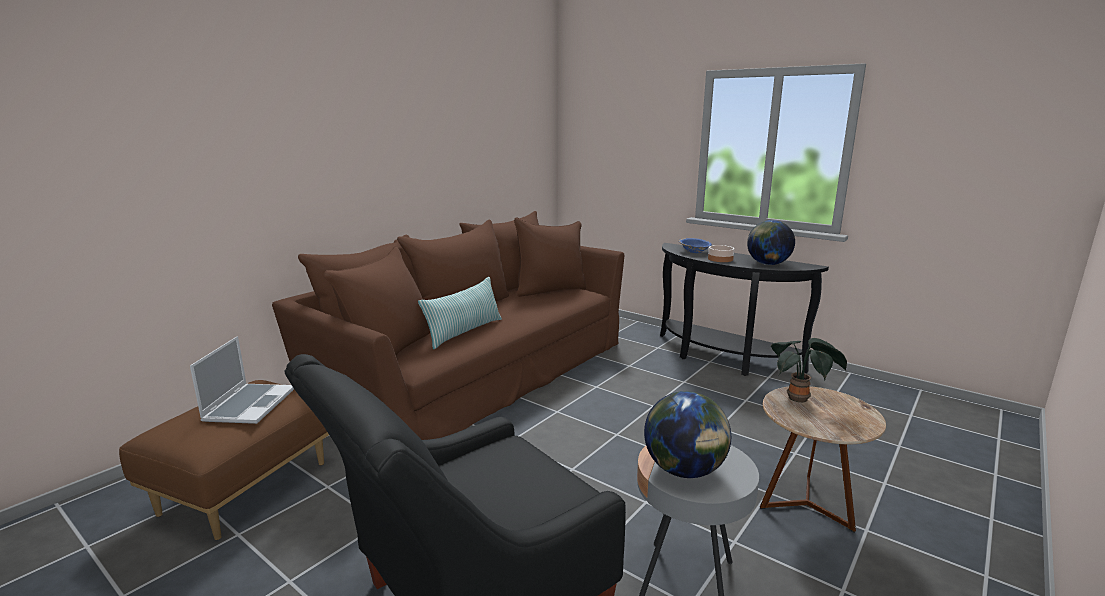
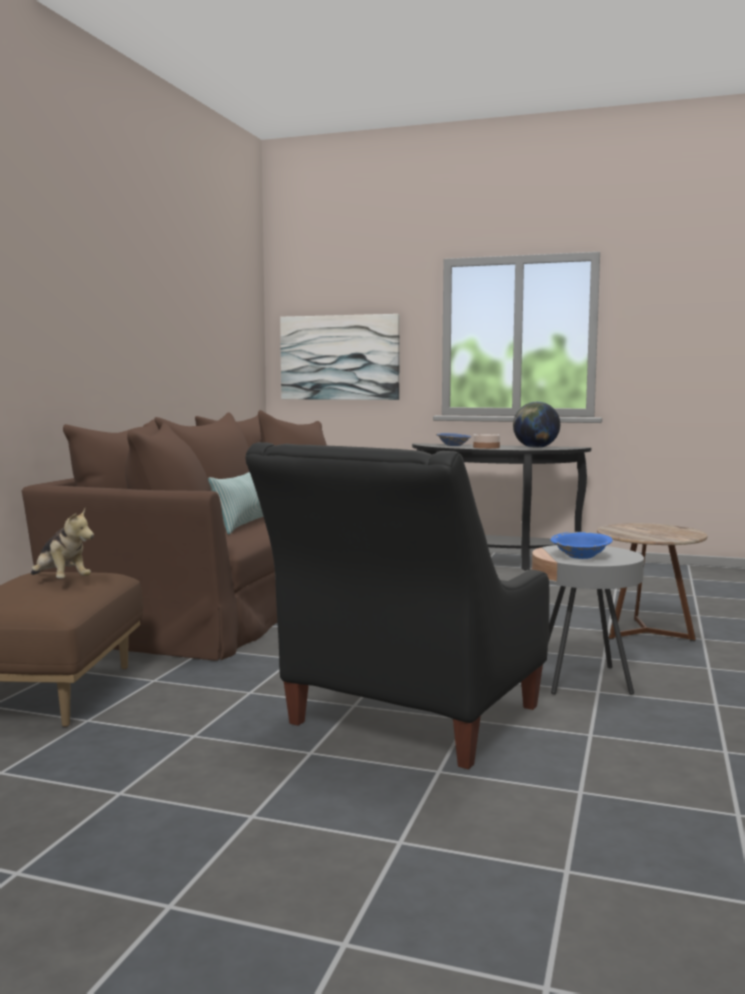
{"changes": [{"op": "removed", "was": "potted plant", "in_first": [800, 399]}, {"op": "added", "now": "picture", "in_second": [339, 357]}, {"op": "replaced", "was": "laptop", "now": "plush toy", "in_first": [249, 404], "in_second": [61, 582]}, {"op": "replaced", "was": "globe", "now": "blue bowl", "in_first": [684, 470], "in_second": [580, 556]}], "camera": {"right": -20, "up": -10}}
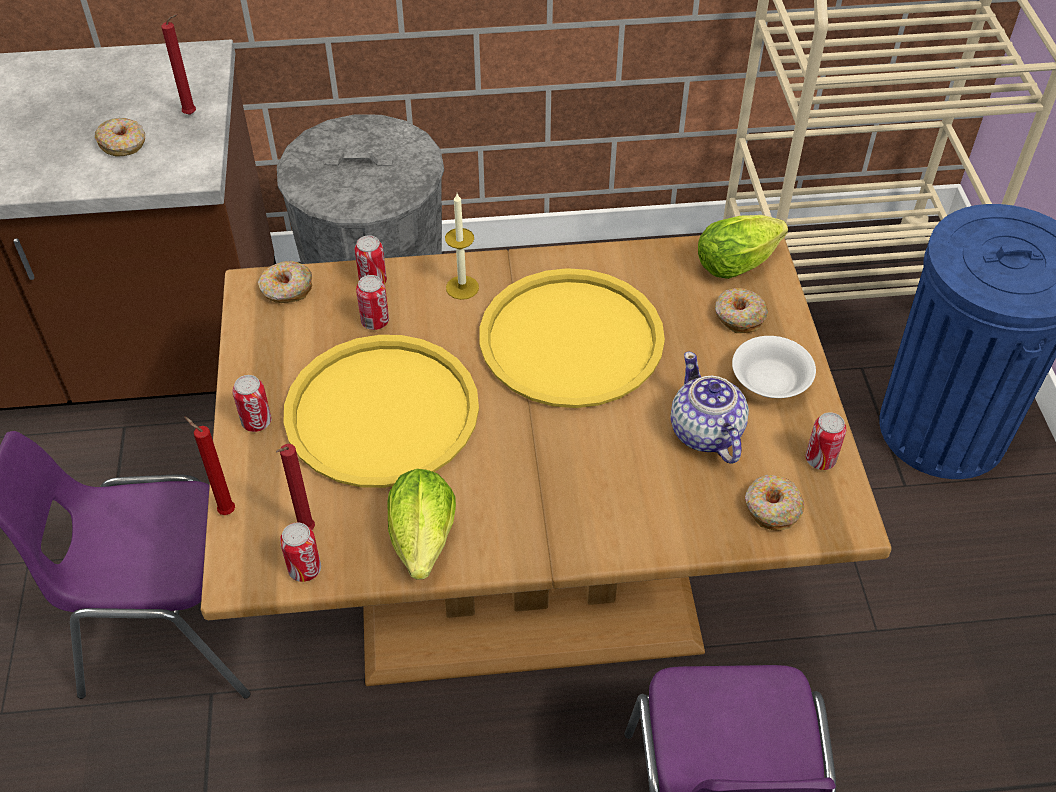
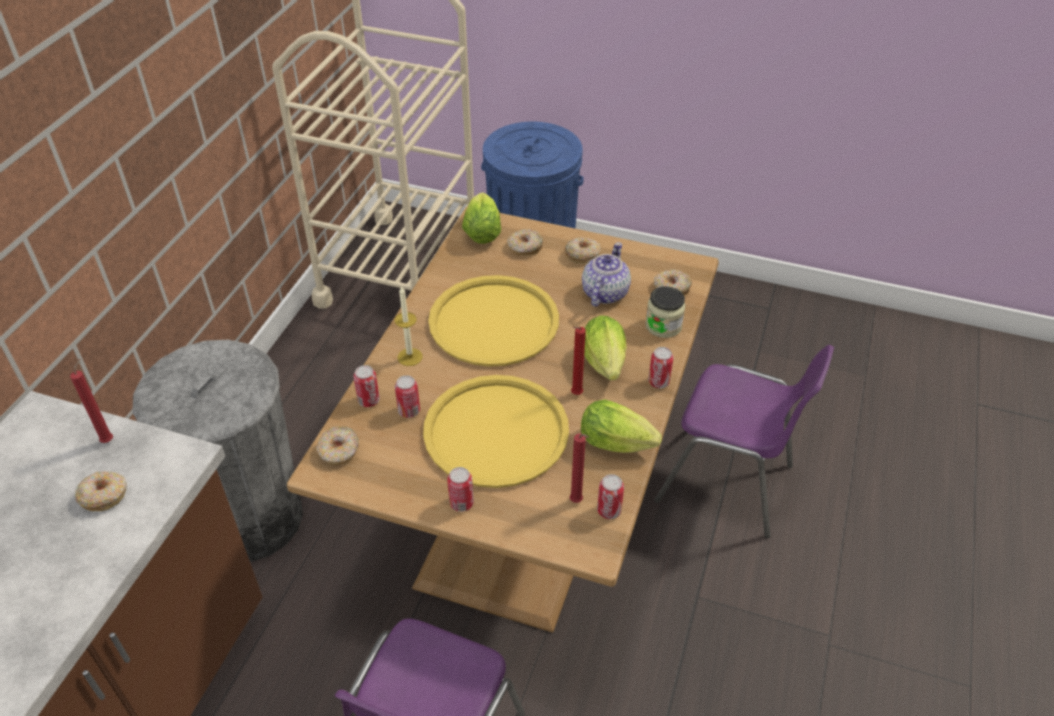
{"changes": [{"op": "added", "now": "lettuce", "in_second": [605, 366]}, {"op": "added", "now": "jar", "in_second": [663, 326]}, {"op": "moved", "was": "red candle", "in_first": [225, 510], "in_second": [575, 395]}, {"op": "moved", "was": "can", "in_first": [820, 459], "in_second": [658, 382]}, {"op": "replaced", "was": "white bowl", "now": "donut", "in_first": [770, 382], "in_second": [582, 255]}, {"op": "turned", "was": "teapot", "in_first": [705, 433], "in_second": [604, 293], "clockwise": 105}], "camera": {"right": -65, "up": -5}}
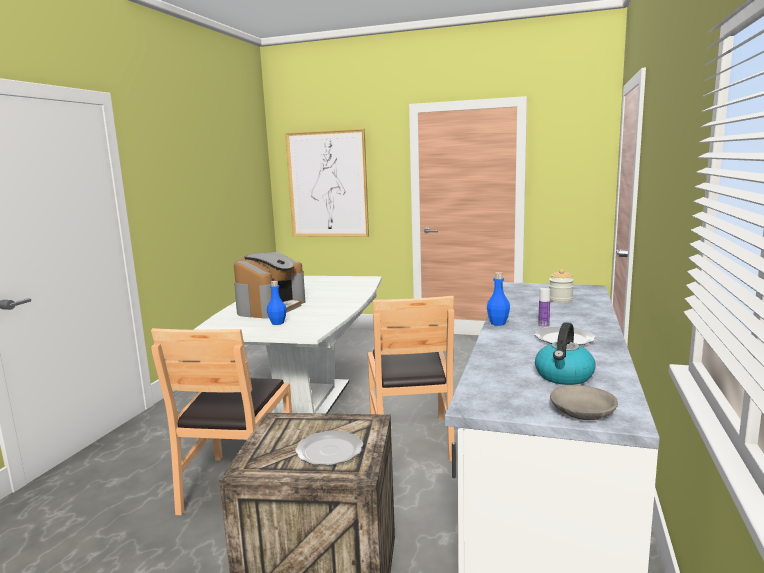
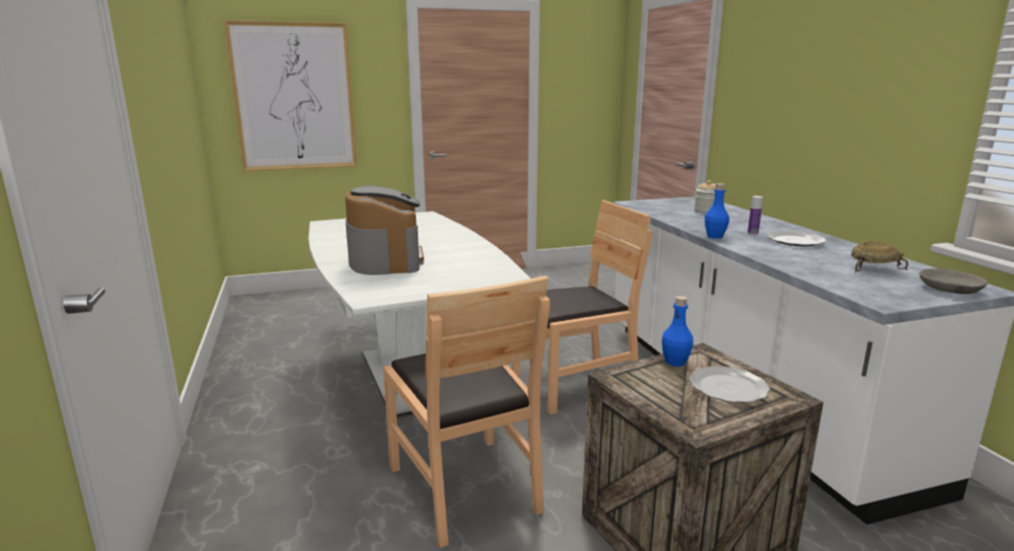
{"changes": [{"op": "moved", "was": "blue bottle", "in_first": [277, 323], "in_second": [675, 362]}, {"op": "replaced", "was": "kettle", "now": "beige bowl", "in_first": [564, 376], "in_second": [872, 268]}, {"op": "turned", "was": "brown chair", "in_first": [411, 439], "in_second": [574, 383], "clockwise": -75}], "camera": {"right": -35, "up": 5}}
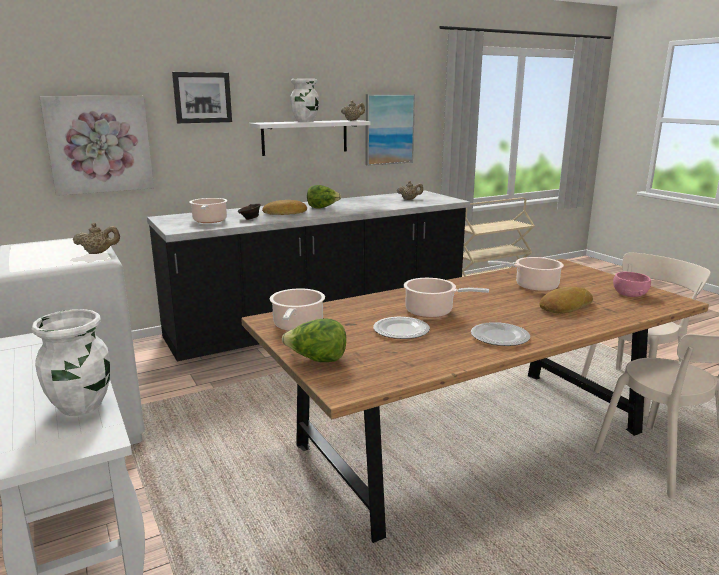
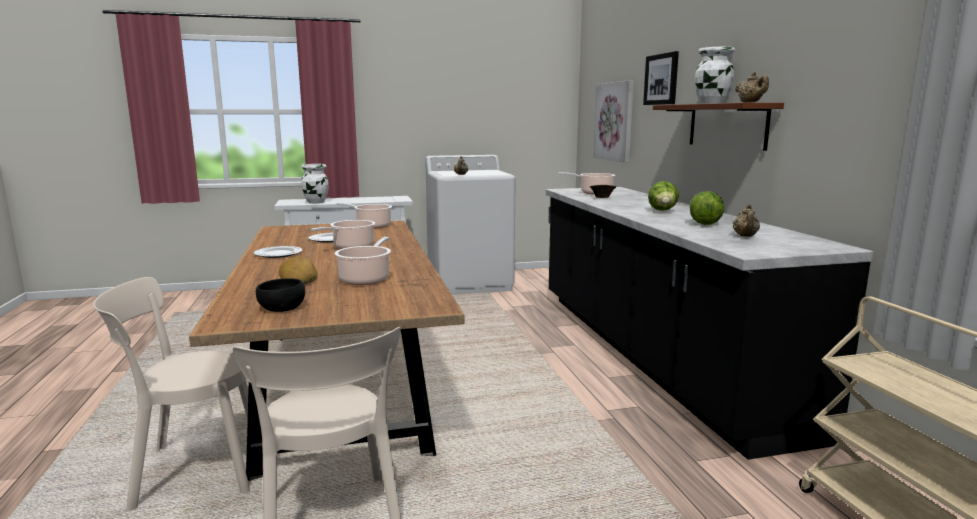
{"changes": [{"op": "removed", "was": "bread", "in_first": [285, 213]}, {"op": "removed", "was": "picture", "in_first": [389, 129]}, {"op": "moved", "was": "lettuce", "in_first": [317, 360], "in_second": [705, 223]}, {"op": "recoloured", "was": "white shelf", "now": "brown shelf", "in_first": [305, 137], "in_second": [727, 125]}, {"op": "recoloured", "was": "pink bowl", "now": "black bowl", "in_first": [629, 294], "in_second": [282, 308]}], "camera": {"right": 105, "up": -5}}
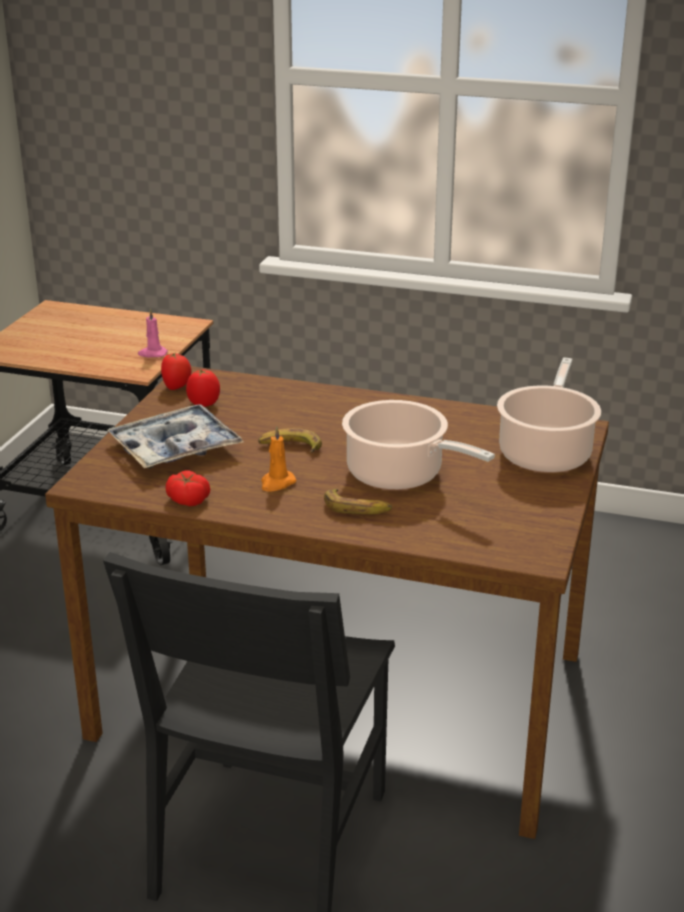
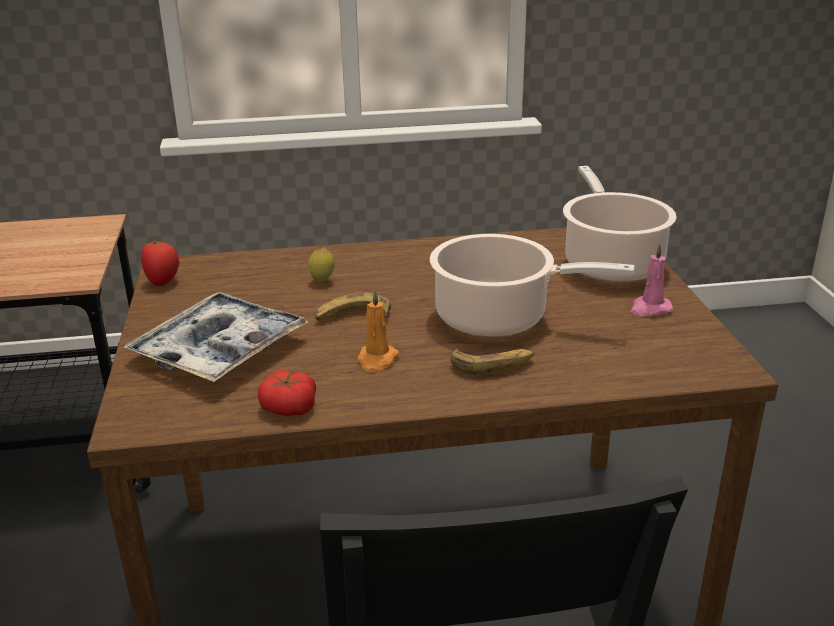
{"changes": [{"op": "removed", "was": "tomato", "in_first": [203, 404]}, {"op": "added", "now": "lemon", "in_second": [322, 281]}, {"op": "moved", "was": "pink candle", "in_first": [152, 354], "in_second": [650, 309]}], "camera": {"right": -25, "up": 0}}
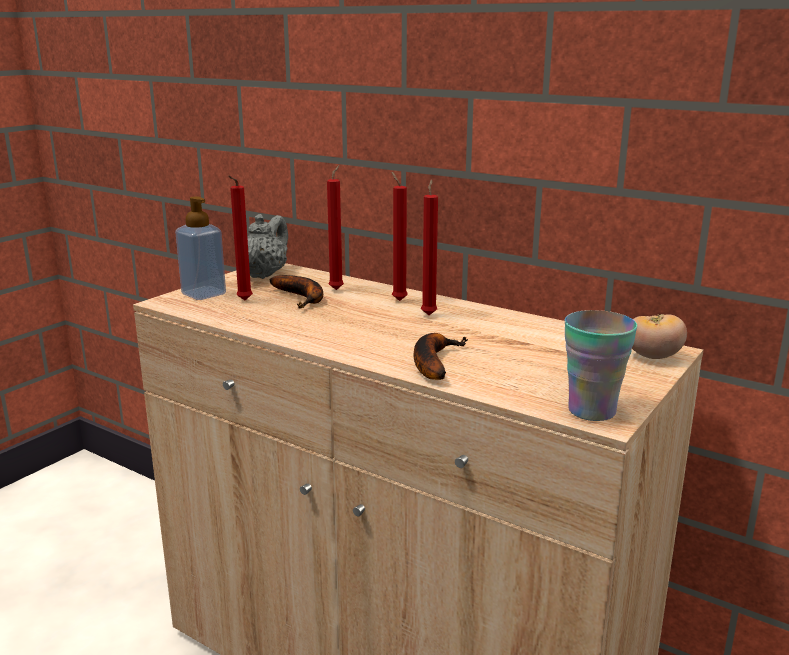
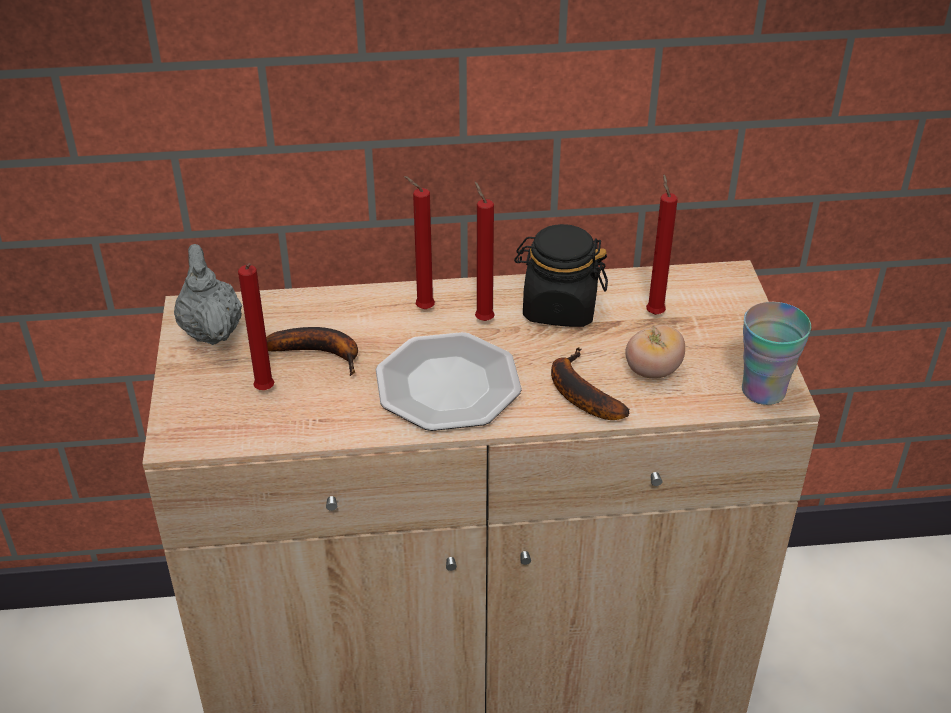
{"changes": [{"op": "removed", "was": "soap dispenser", "in_first": [203, 294]}, {"op": "added", "now": "plate", "in_second": [448, 384]}, {"op": "added", "now": "black jar", "in_second": [559, 308]}, {"op": "moved", "was": "red candle", "in_first": [337, 289], "in_second": [654, 312]}, {"op": "moved", "was": "tomato", "in_first": [653, 357], "in_second": [652, 371]}], "camera": {"right": -40, "up": 20}}
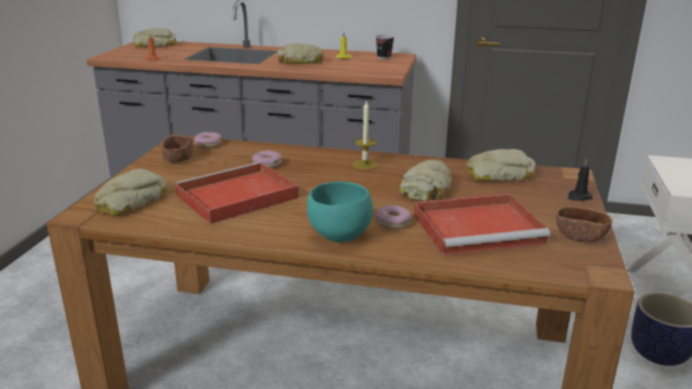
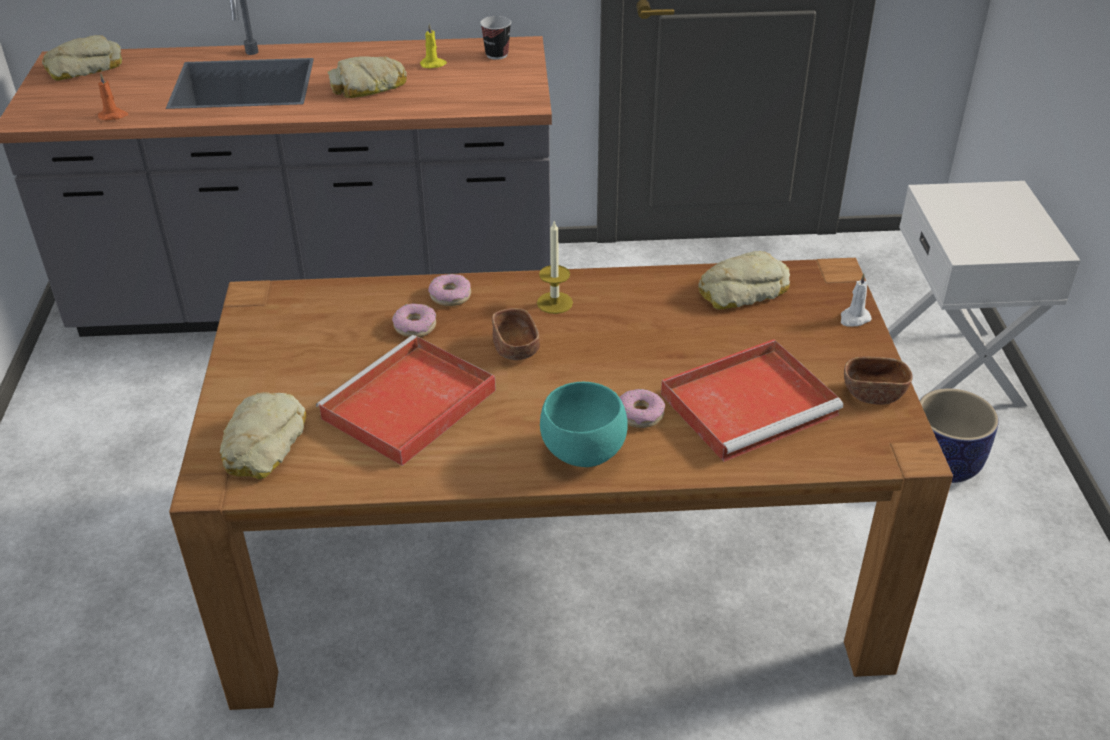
{"changes": [{"op": "removed", "was": "bread", "in_first": [427, 188]}, {"op": "moved", "was": "brown bowl", "in_first": [178, 158], "in_second": [515, 348]}, {"op": "moved", "was": "donut", "in_first": [208, 144], "in_second": [450, 296]}, {"op": "recoloured", "was": "black candle", "now": "white candle", "in_first": [578, 197], "in_second": [854, 319]}], "camera": {"right": -15, "up": 15}}
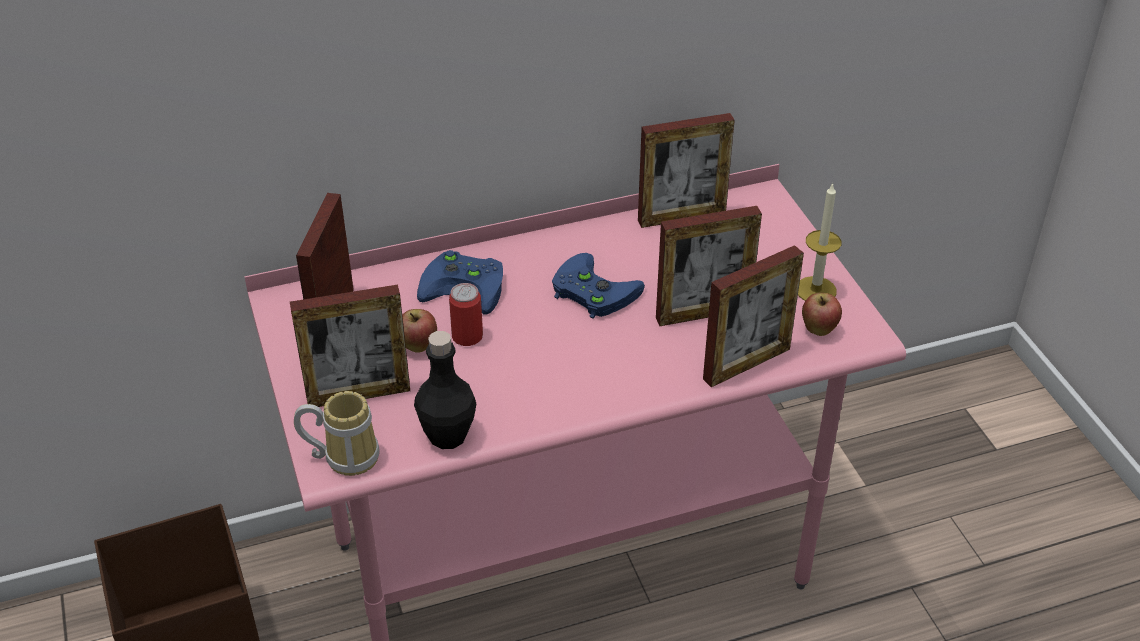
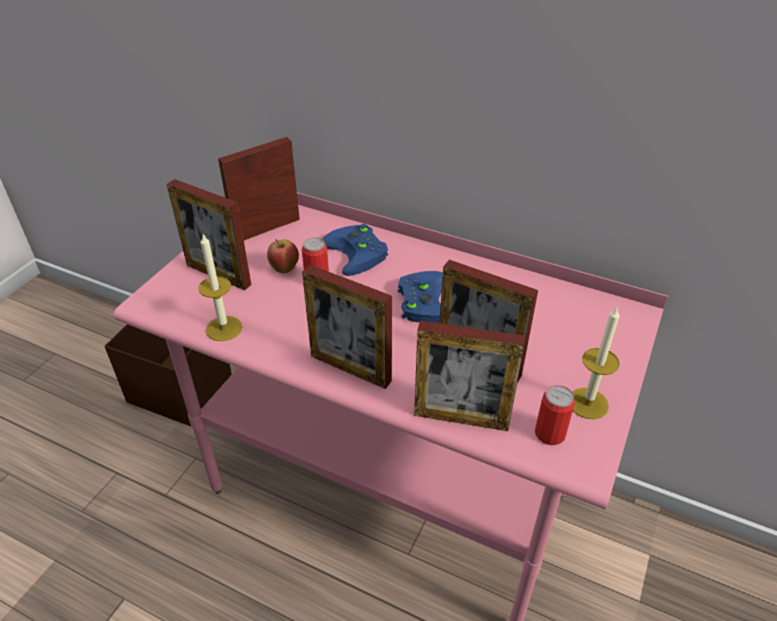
{"changes": [{"op": "removed", "was": "mug", "in_first": [345, 456]}, {"op": "moved", "was": "picture frame", "in_first": [681, 217], "in_second": [350, 368]}, {"op": "replaced", "was": "black bottle", "now": "candle", "in_first": [447, 436], "in_second": [224, 328]}, {"op": "replaced", "was": "apple", "now": "can", "in_first": [818, 330], "in_second": [550, 433]}], "camera": {"right": 45, "up": 0}}
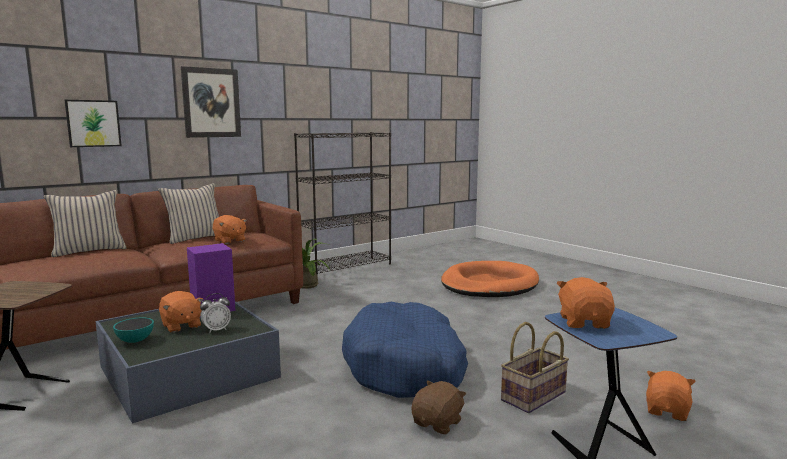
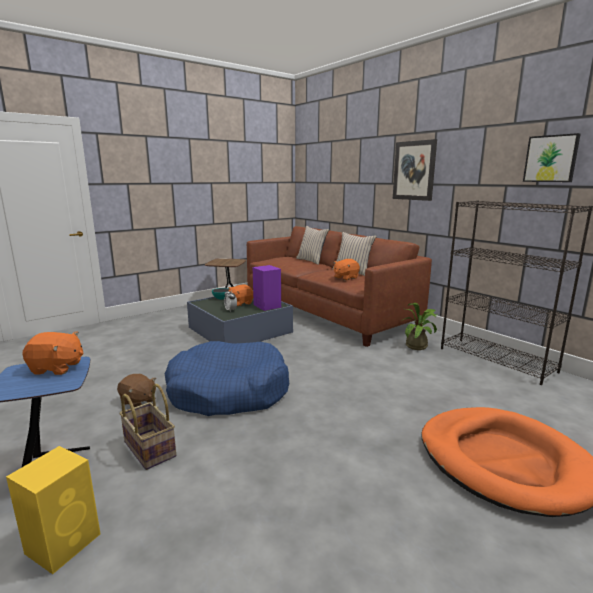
{"changes": [{"op": "moved", "was": "picture", "in_first": [93, 123], "in_second": [551, 159]}, {"op": "replaced", "was": "orange plush toy", "now": "yellow speaker", "in_first": [667, 411], "in_second": [65, 542]}], "camera": {"right": 90, "up": 5}}
